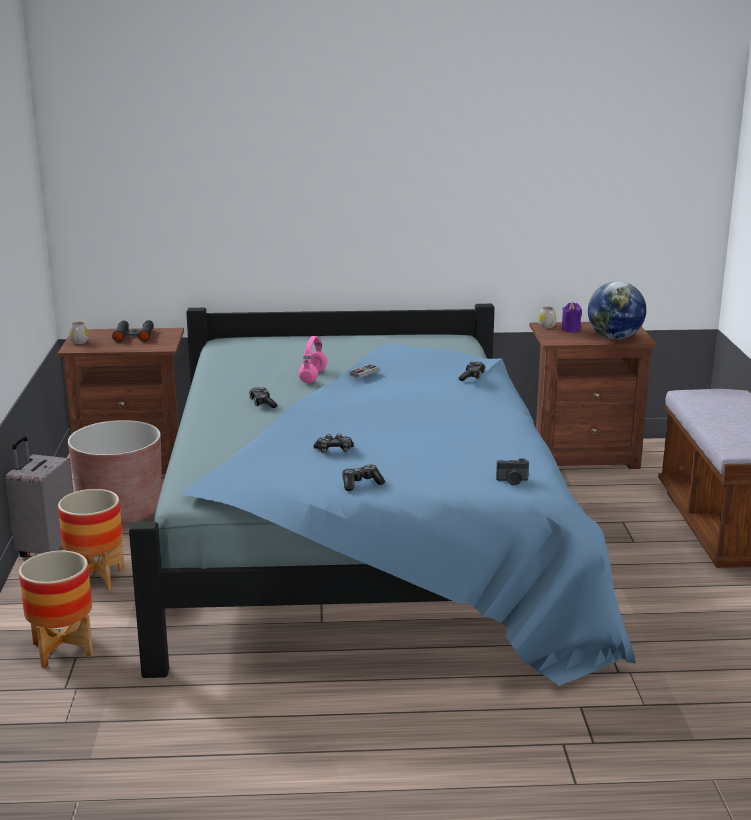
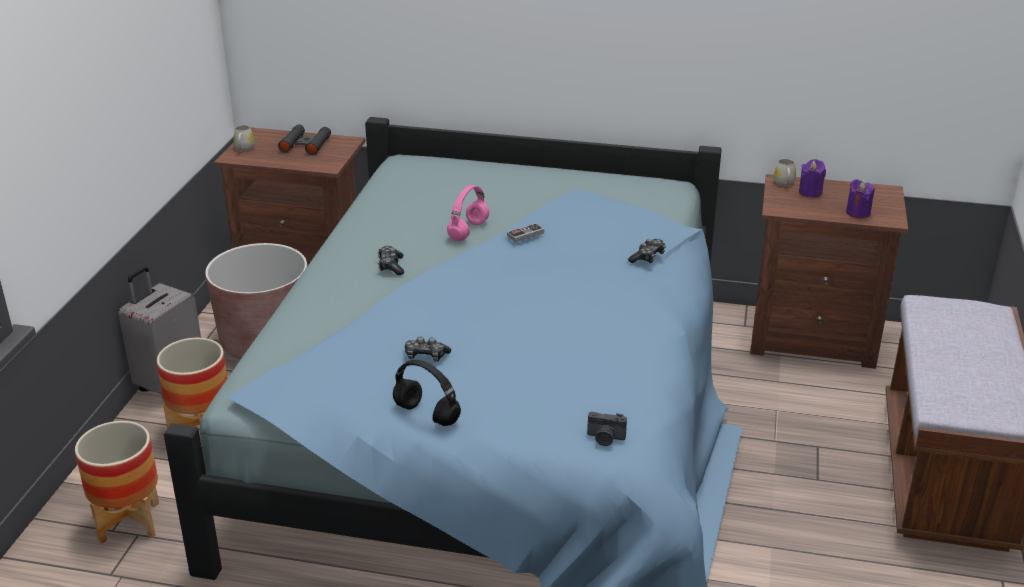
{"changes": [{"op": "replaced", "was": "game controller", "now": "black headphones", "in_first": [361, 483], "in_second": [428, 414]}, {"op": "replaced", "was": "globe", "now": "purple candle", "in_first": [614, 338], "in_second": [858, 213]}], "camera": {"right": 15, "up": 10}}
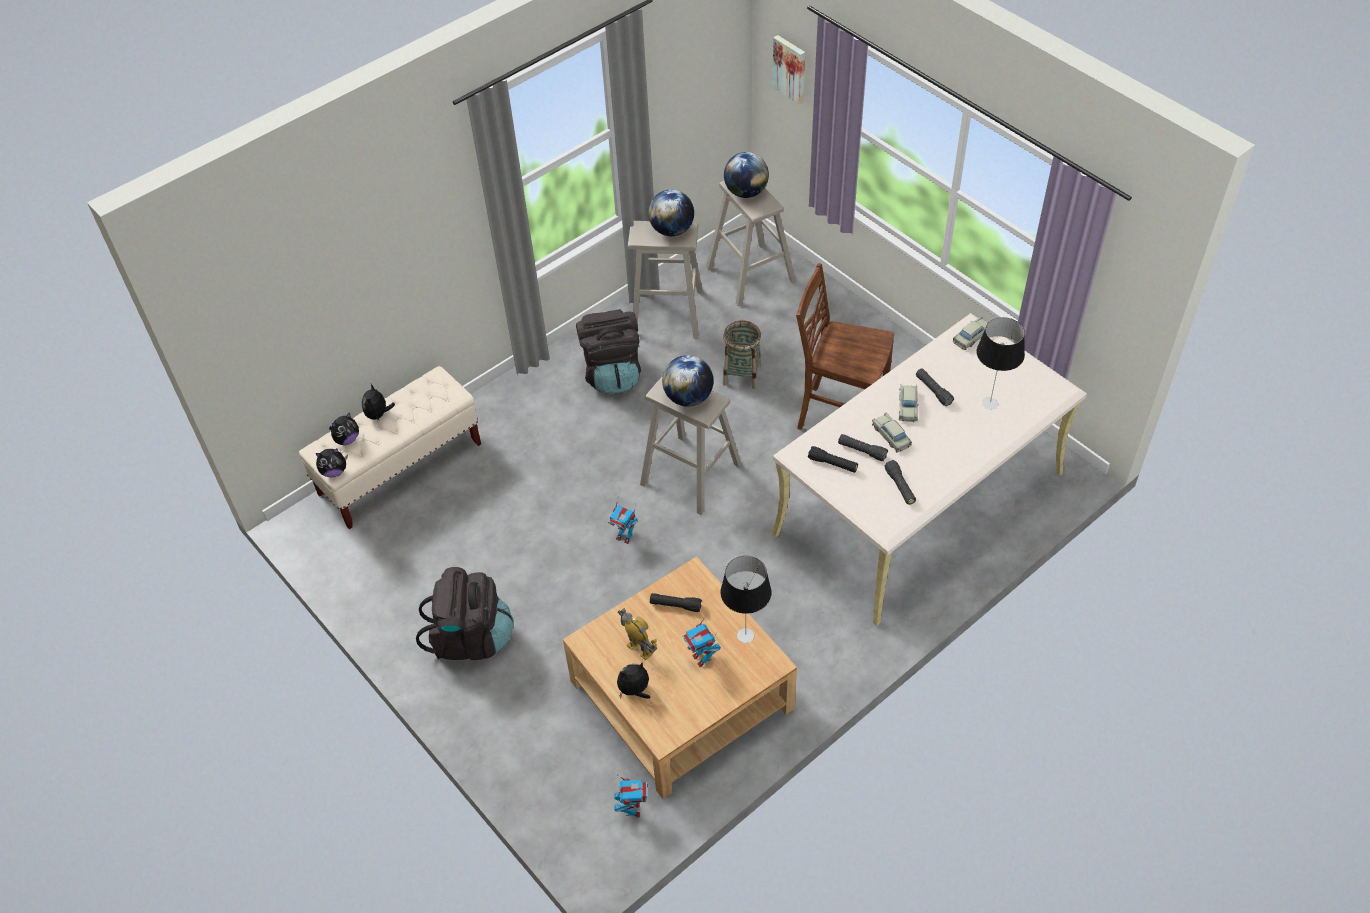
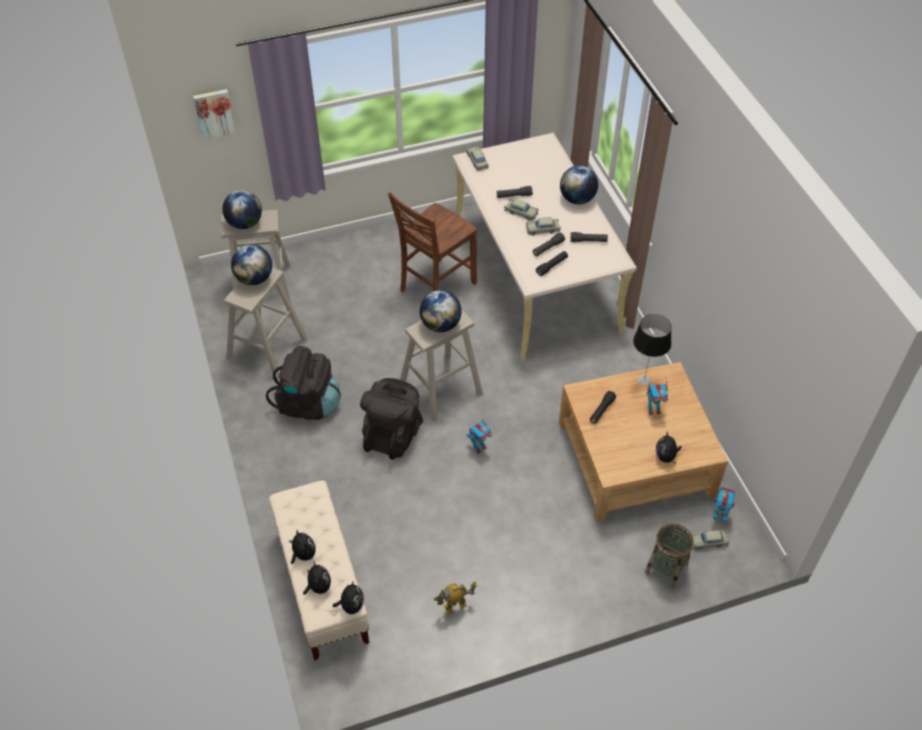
{"changes": [{"op": "removed", "was": "table lamp", "in_first": [989, 403]}, {"op": "added", "now": "globe", "in_second": [577, 199]}, {"op": "added", "now": "beige toy car", "in_second": [708, 542]}, {"op": "moved", "was": "black backpack", "in_first": [471, 638], "in_second": [393, 434]}, {"op": "moved", "was": "toy robot", "in_first": [639, 649], "in_second": [455, 607]}, {"op": "moved", "was": "basket", "in_first": [742, 375], "in_second": [666, 568]}, {"op": "turned", "was": "plush toy", "in_first": [378, 414], "in_second": [303, 554], "clockwise": -150}], "camera": {"right": -70, "up": 0}}
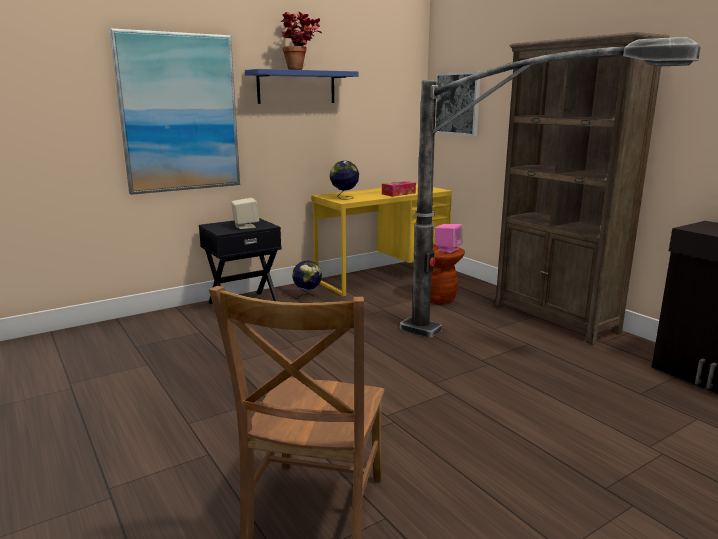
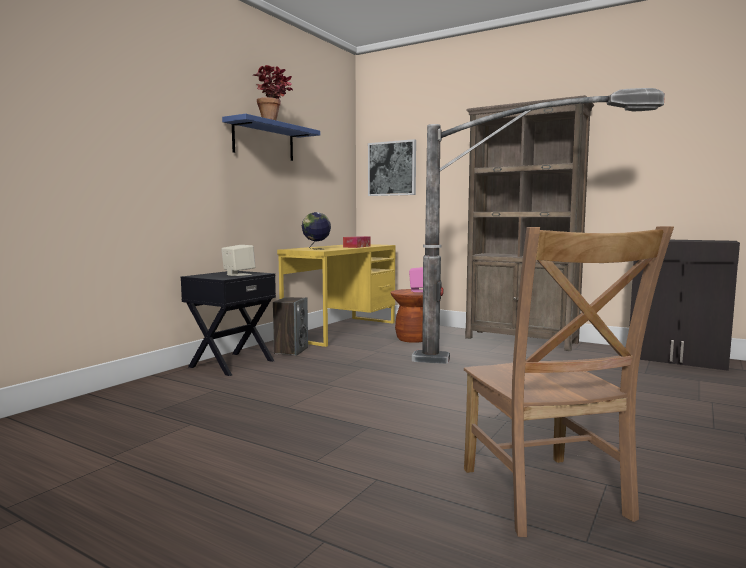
{"changes": [{"op": "removed", "was": "picture", "in_first": [179, 113]}, {"op": "replaced", "was": "globe", "now": "speaker", "in_first": [307, 296], "in_second": [291, 351]}], "camera": {"right": -25, "up": -10}}
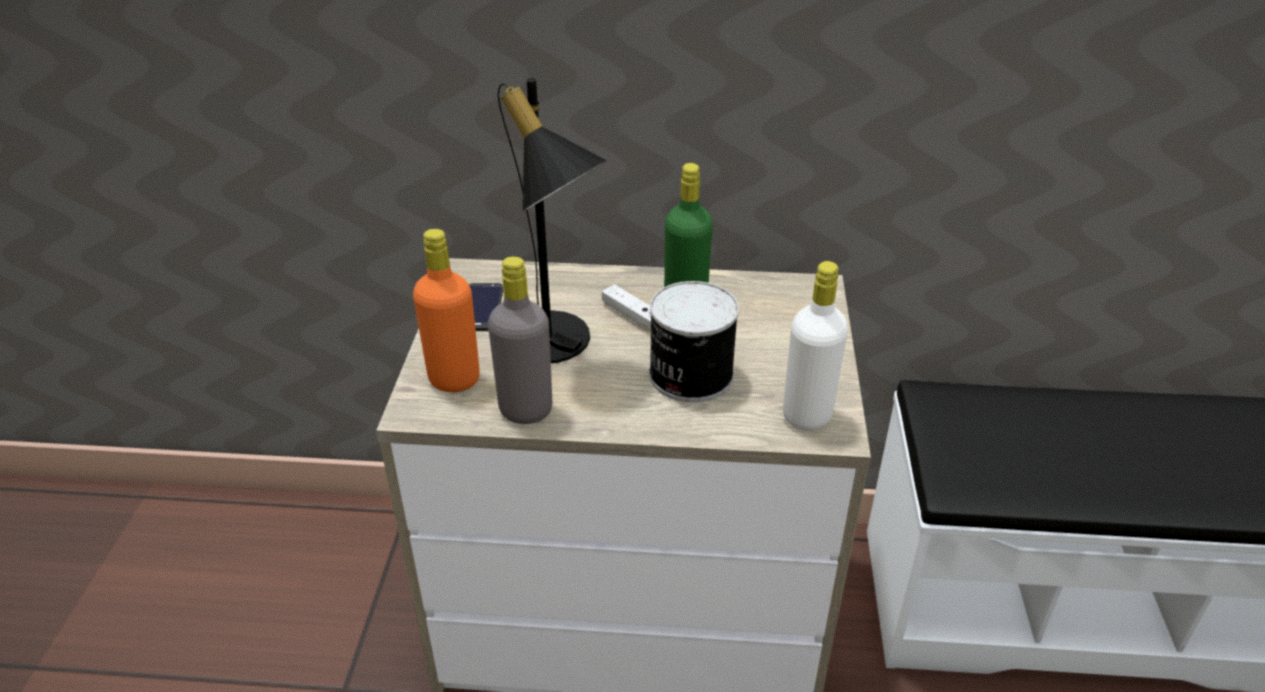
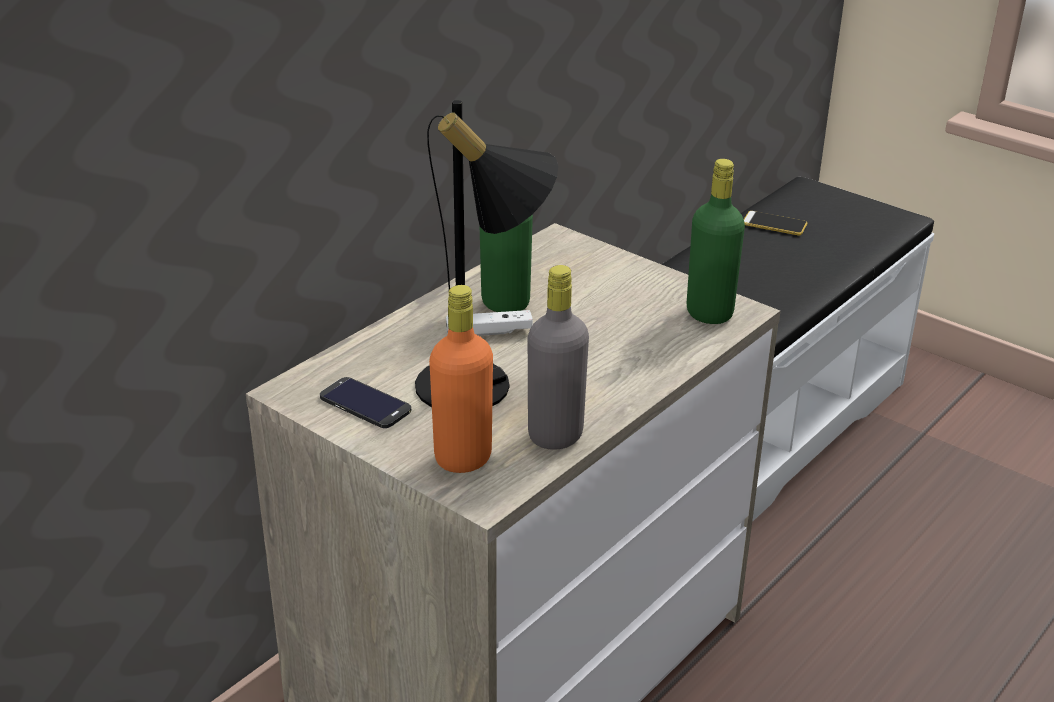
{"changes": [{"op": "removed", "was": "can", "in_first": [688, 375]}, {"op": "added", "now": "phone", "in_second": [774, 224]}, {"op": "recoloured", "was": "white bottle", "now": "green bottle", "in_first": [807, 415], "in_second": [709, 313]}], "camera": {"right": -55, "up": -5}}
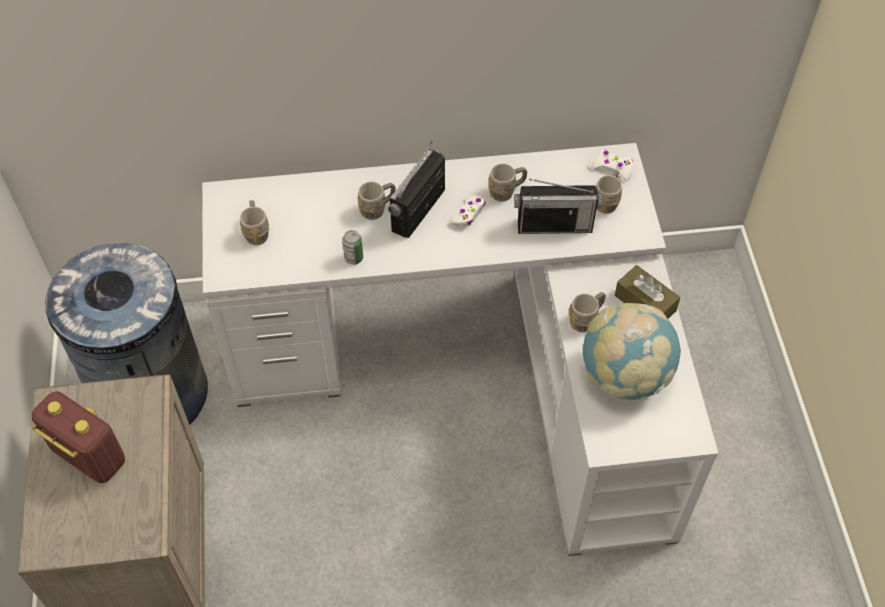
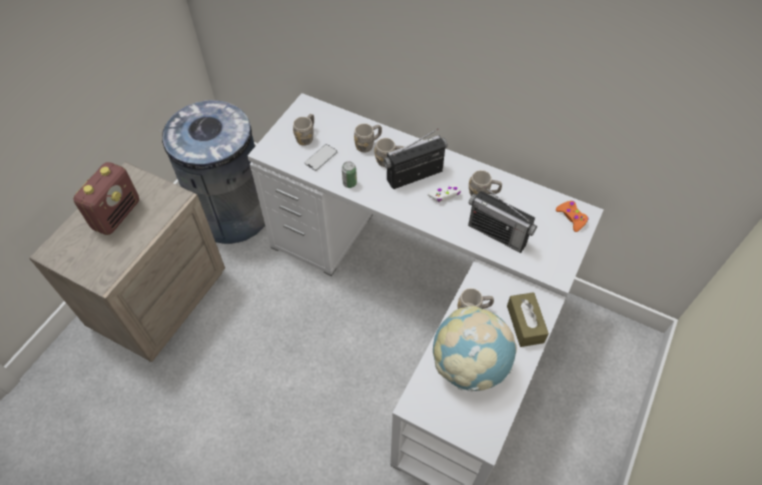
{"changes": [{"op": "added", "now": "phone", "in_second": [321, 158]}, {"op": "moved", "was": "grey mug", "in_first": [607, 201], "in_second": [368, 144]}, {"op": "recoloured", "was": "white game controller", "now": "orange game controller", "in_first": [612, 168], "in_second": [571, 218]}, {"op": "turned", "was": "radio", "in_first": [88, 455], "in_second": [117, 214], "clockwise": 45}], "camera": {"right": 35, "up": 0}}
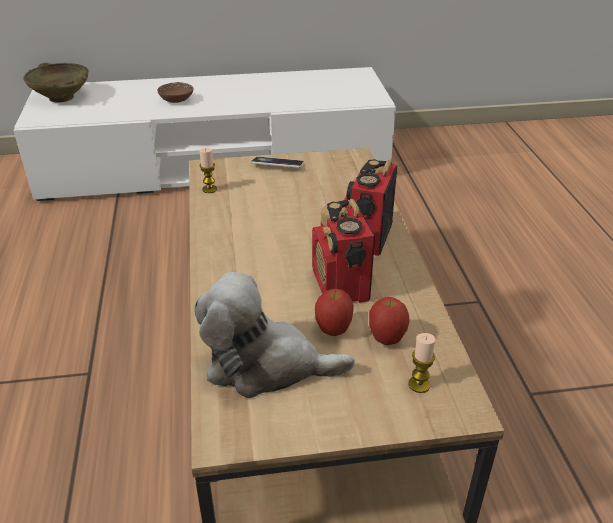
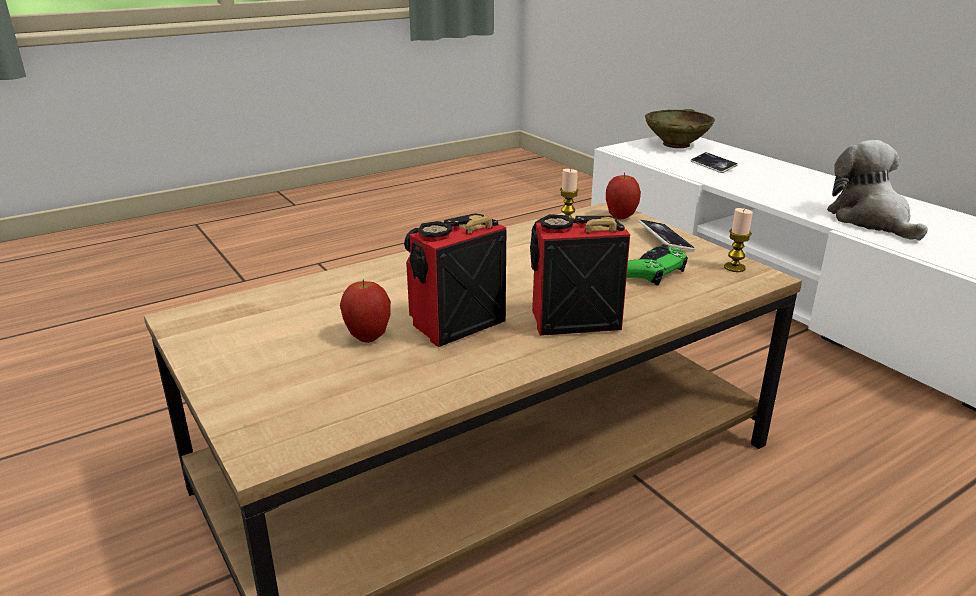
{"changes": [{"op": "removed", "was": "brown bowl", "in_first": [176, 100]}, {"op": "added", "now": "green game controller", "in_second": [652, 272]}, {"op": "added", "now": "phone", "in_second": [713, 166]}, {"op": "moved", "was": "plush toy", "in_first": [265, 365], "in_second": [871, 220]}, {"op": "moved", "was": "apple", "in_first": [386, 339], "in_second": [621, 217]}, {"op": "moved", "was": "candle", "in_first": [419, 384], "in_second": [734, 268]}], "camera": {"right": 65, "up": -10}}
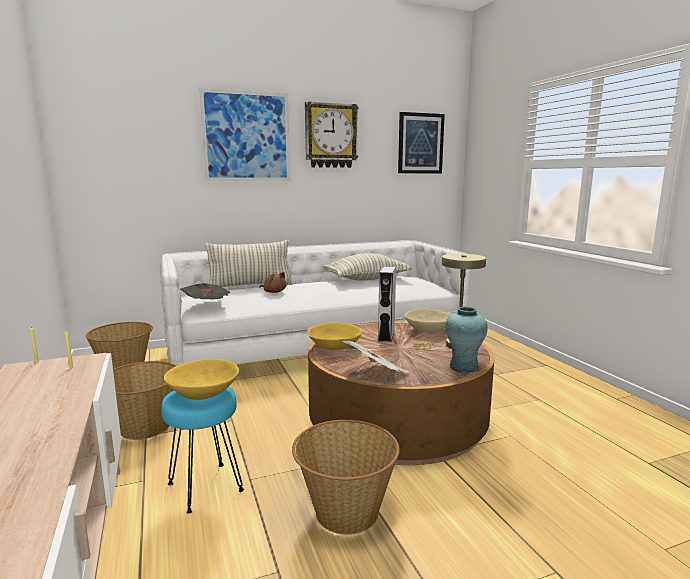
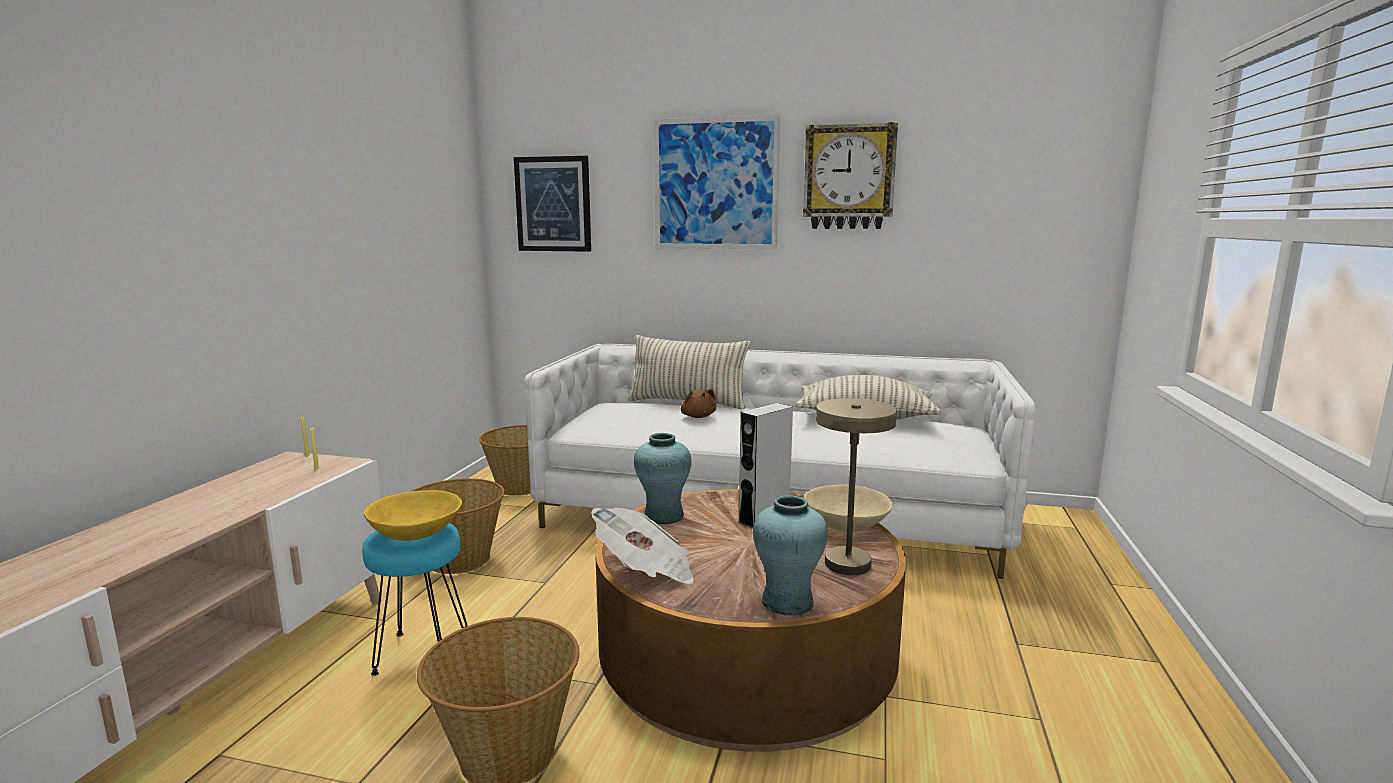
{"changes": [{"op": "removed", "was": "newspaper", "in_first": [207, 305]}, {"op": "moved", "was": "picture", "in_first": [420, 143], "in_second": [553, 204]}, {"op": "replaced", "was": "yellow bowl", "now": "turquoise vase", "in_first": [334, 347], "in_second": [663, 516]}], "camera": {"right": 35, "up": 0}}
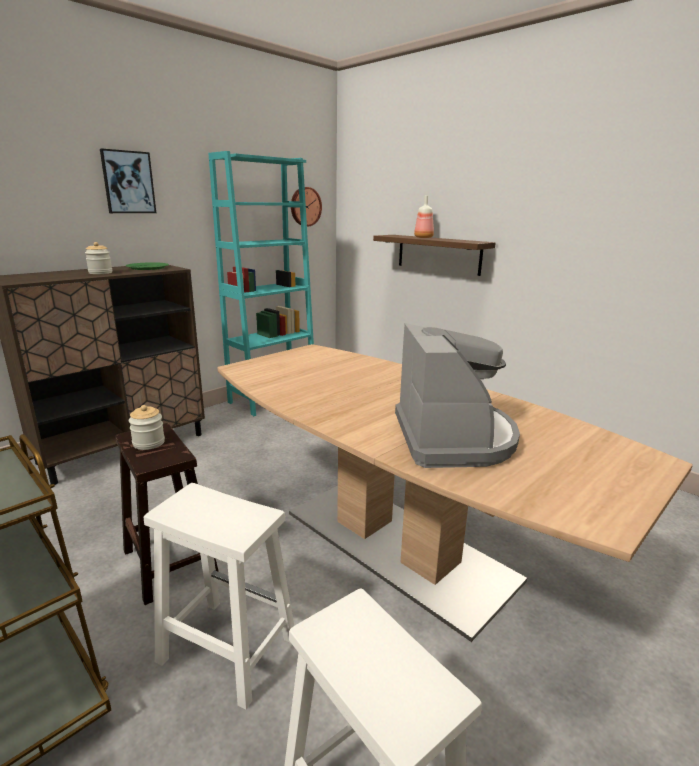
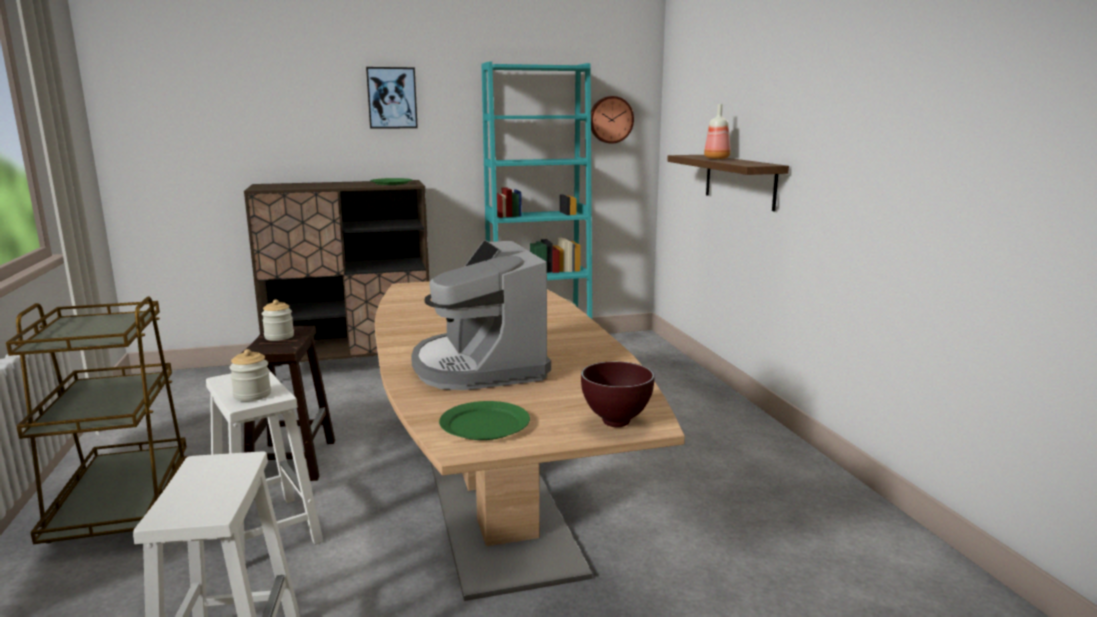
{"changes": [{"op": "added", "now": "green plate", "in_second": [485, 424]}, {"op": "added", "now": "brown bowl", "in_second": [617, 423]}, {"op": "moved", "was": "jar", "in_first": [100, 273], "in_second": [252, 395]}, {"op": "turned", "was": "coffee machine", "in_first": [454, 438], "in_second": [479, 366], "clockwise": 135}], "camera": {"right": 30, "up": -5}}
